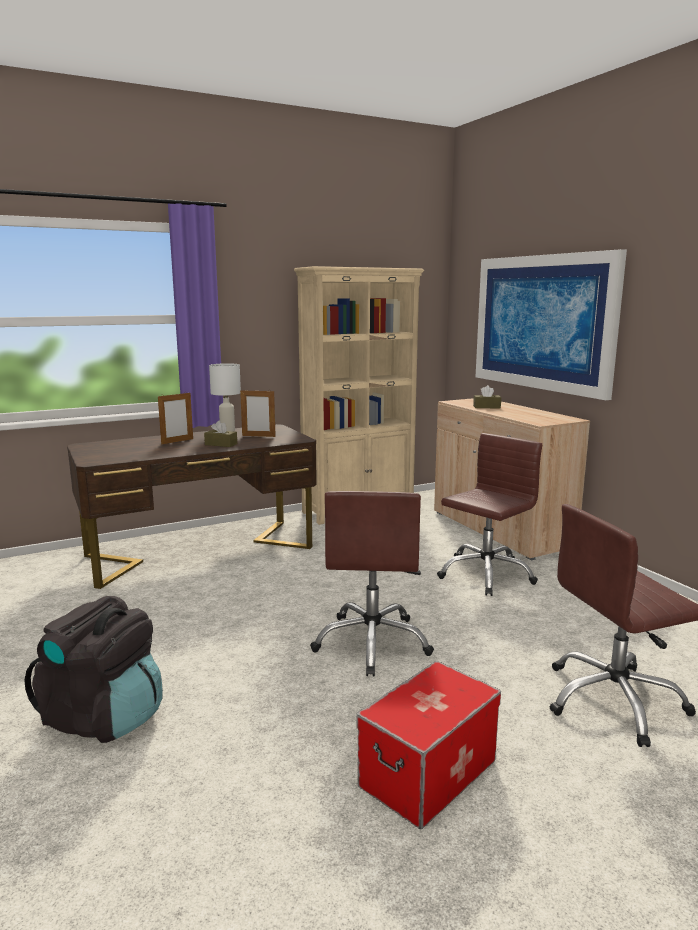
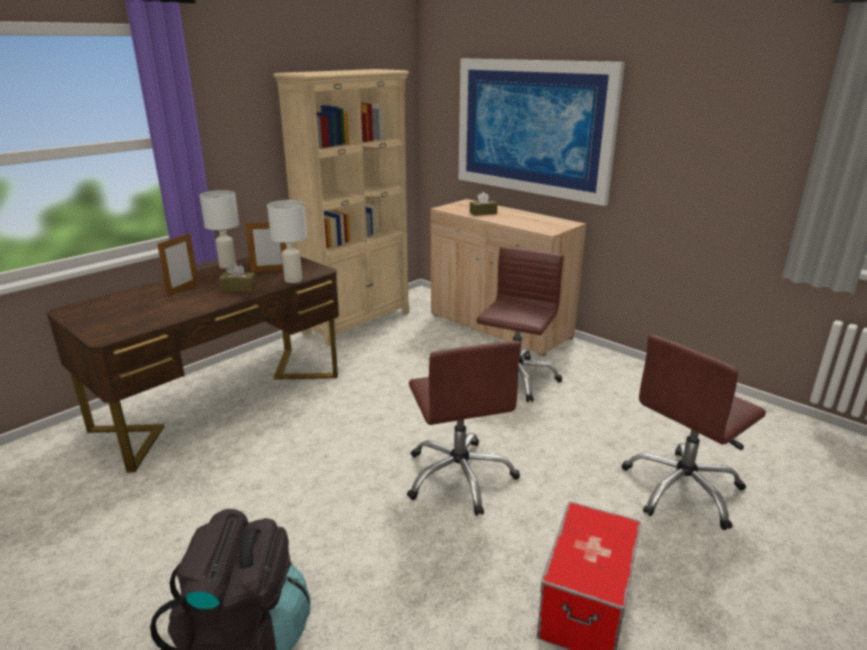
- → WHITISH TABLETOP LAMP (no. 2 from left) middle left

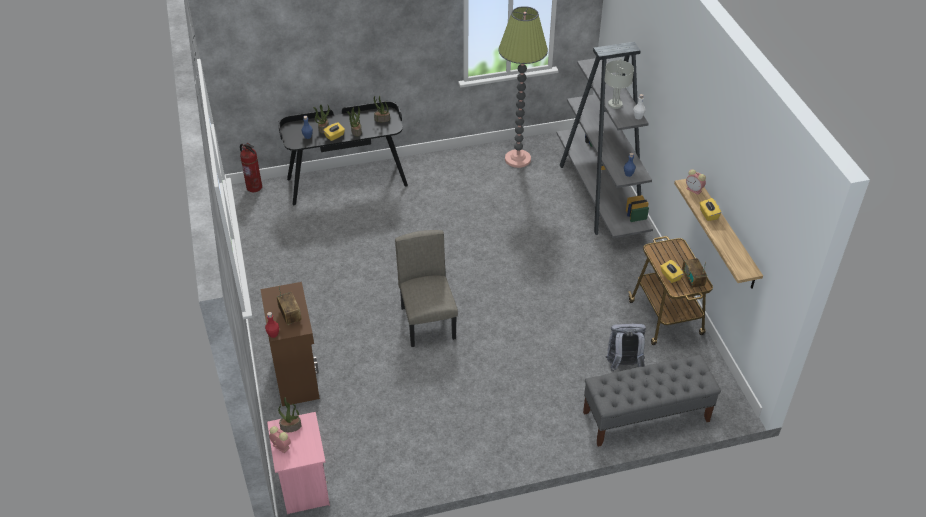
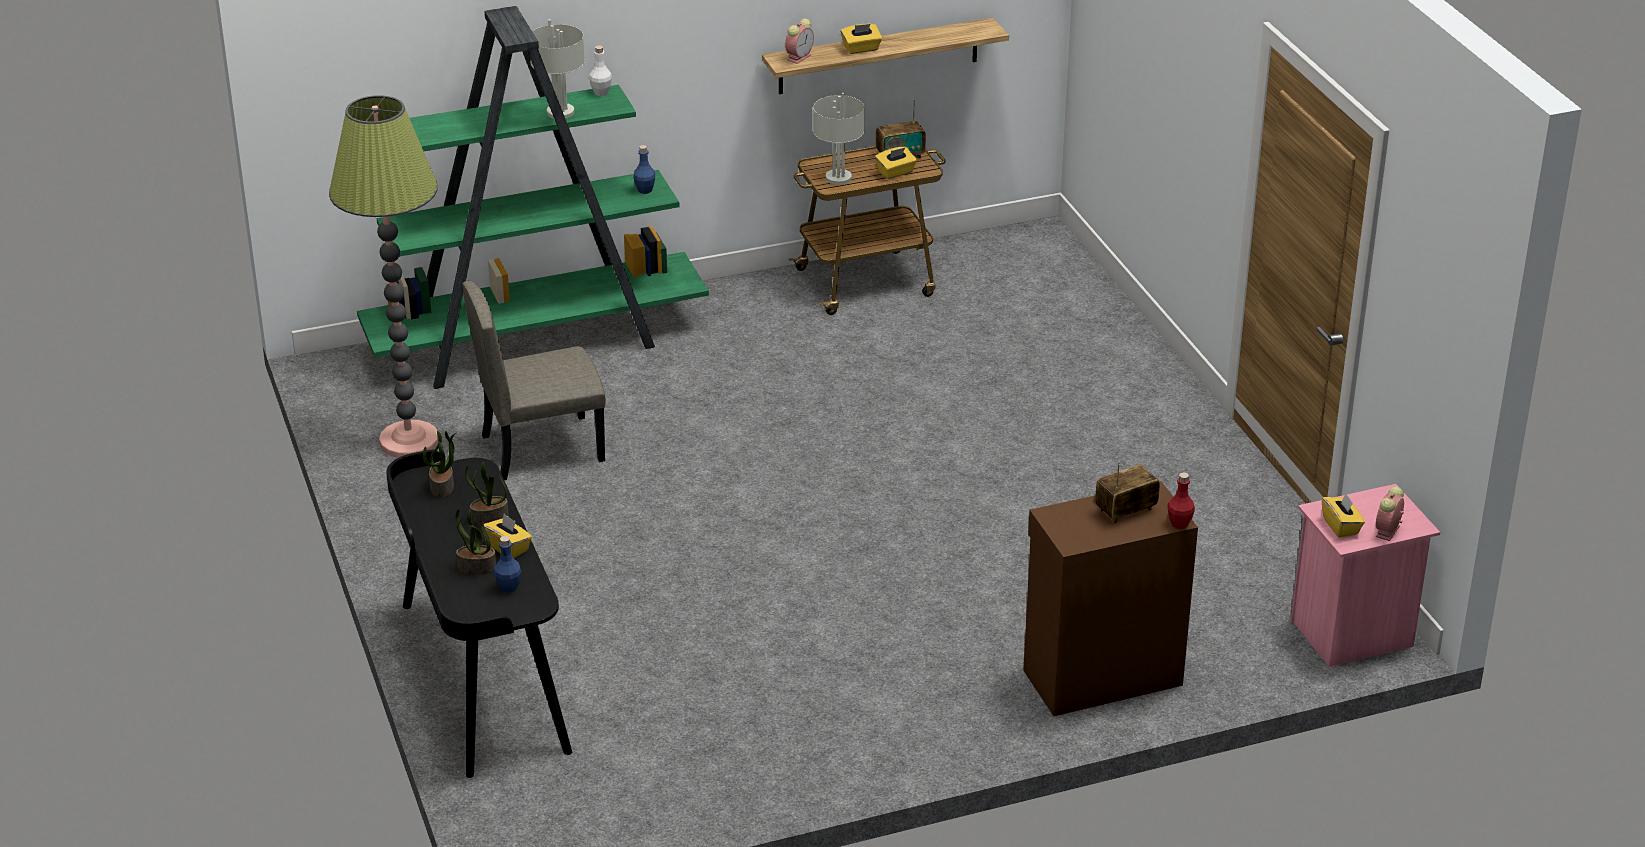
EXTINGUISHER top left → -
GRAY INDOOR BENCH bottom right → -
GRAY BACKPACK bottom right → -
- → GRAY TABLETOP LAMP (no. 2 from left) top centre
BEIGE-COLOURED CHAIR centre → BEIGE-COLOURED CHAIR middle left, relocated
PLANT IN A POT (no. 1 from left) bottom left → YELLOWISH TISSUE BOX (no. 4 from left) middle right
GRAY SHELVING UNIT top centre → GREENISH SHELVING UNIT top left

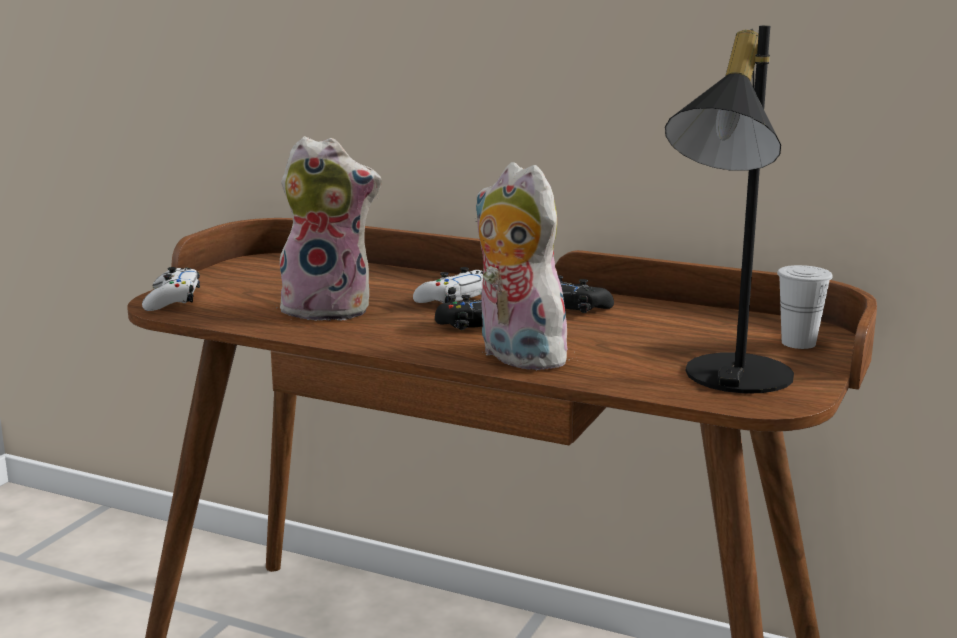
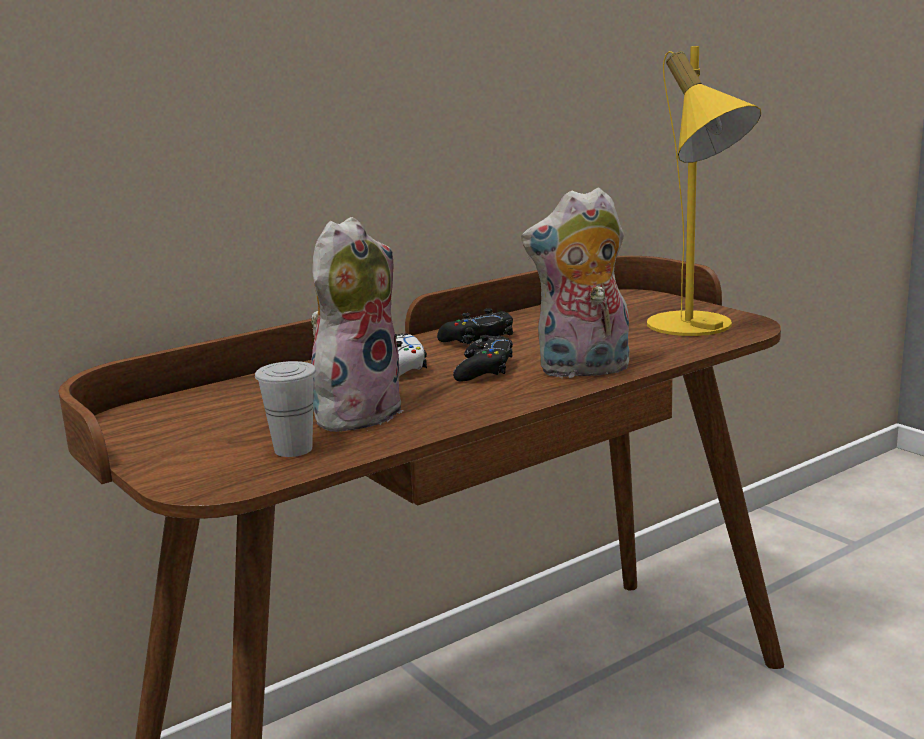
WHITISH JOYPAD (no. 1 from left) middle left → -
WHITISH DRINKING CUP middle right → WHITISH DRINKING CUP middle left, relocated
BLACKISH TABLETOP LAMP top right → YELLOWISH TABLETOP LAMP top right

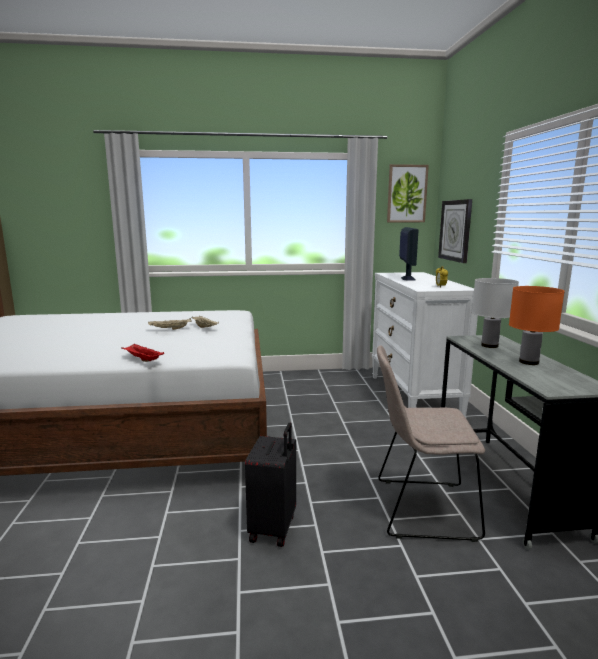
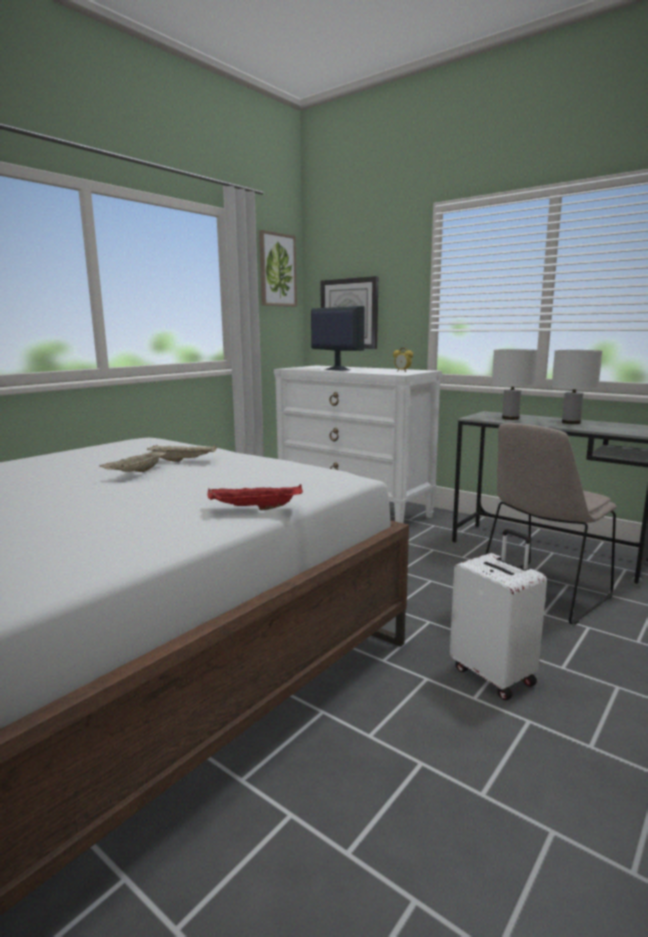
BLACKISH PIECE OF LUGGAGE bottom centre → WHITISH PIECE OF LUGGAGE middle right
ORANGE-COLOURED TABLETOP LAMP middle right → WHITISH TABLETOP LAMP (no. 2 from left) middle right

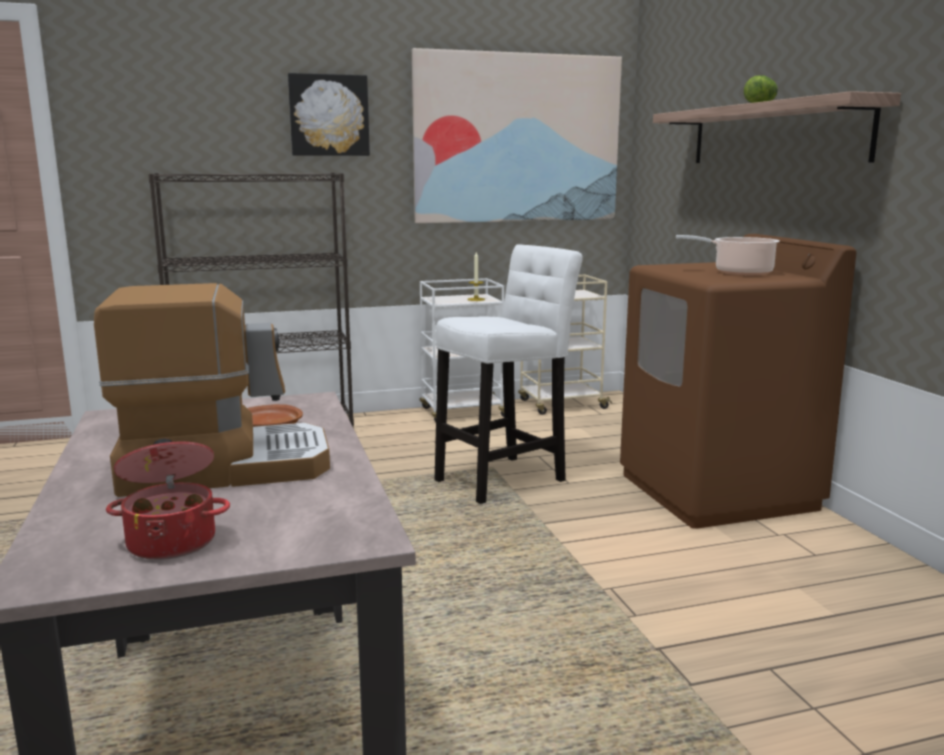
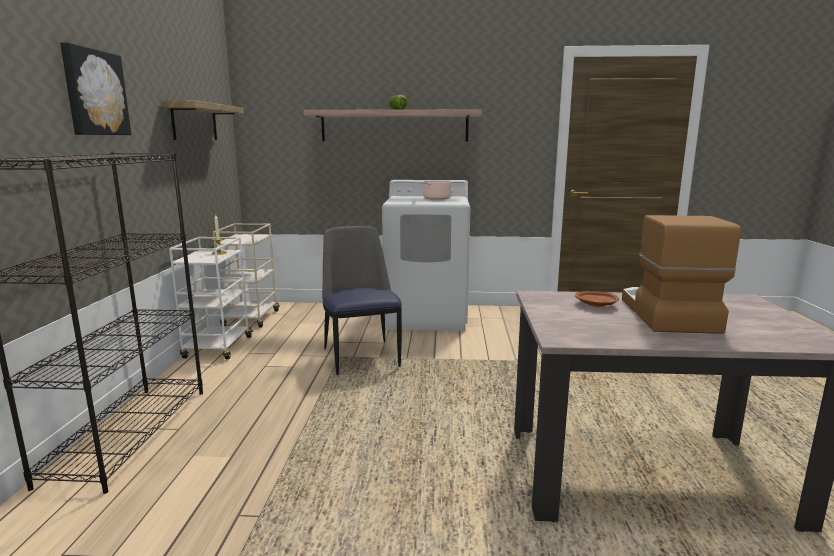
SAUCEPOT (no. 1 from left) middle left → -
PICTURE (no. 2 from left) top centre → BRACKET SHELF (no. 1 from left) top left
WHITISH SITTING STOOL centre → CHAIR centre
BROWNISH WASHING MACHINE middle right → WHITISH WASHING MACHINE centre

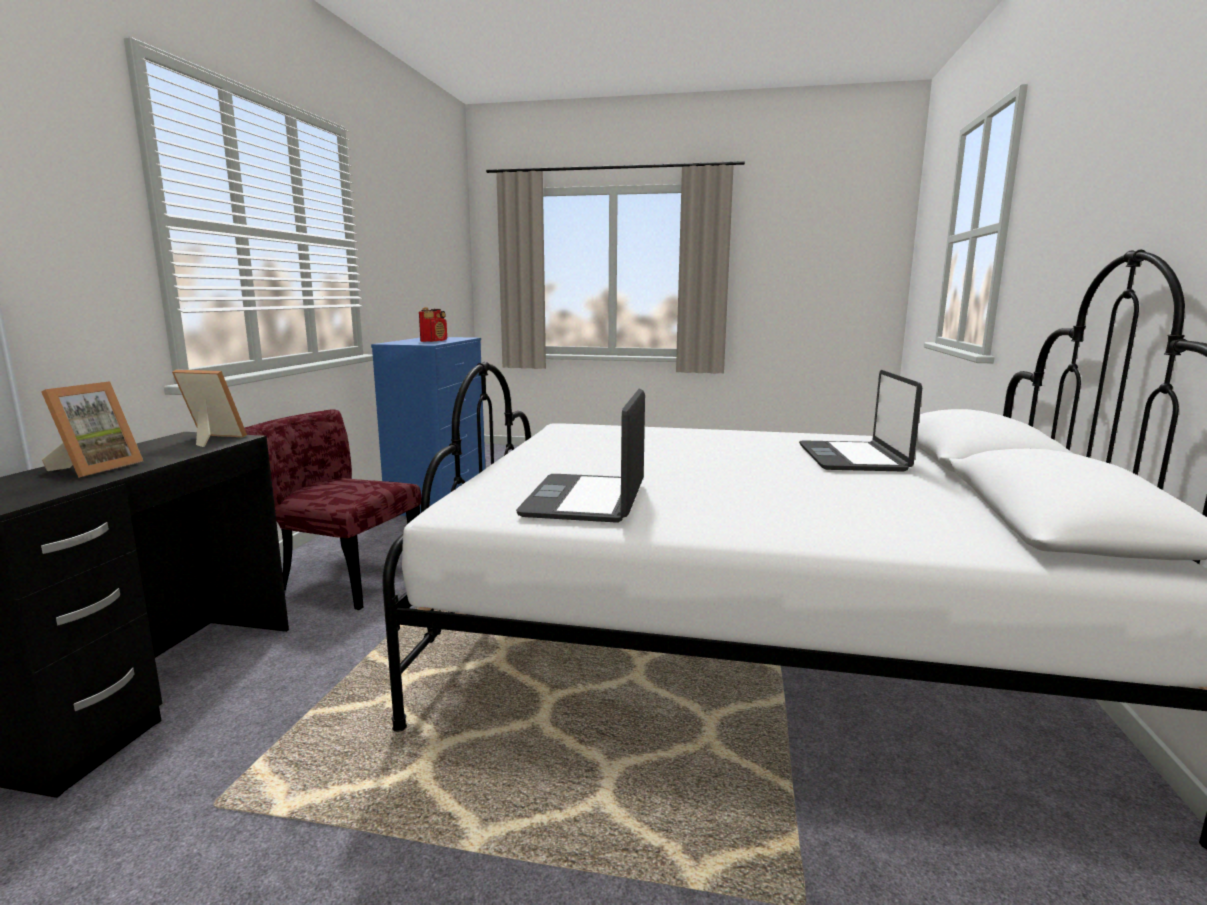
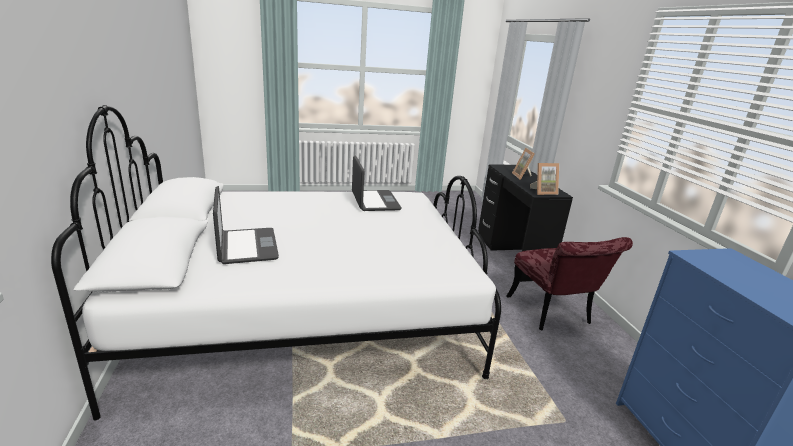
RADIO RECEIVER centre → -
RED CHAIR middle left → RED CHAIR middle right, 75 degrees clockwise

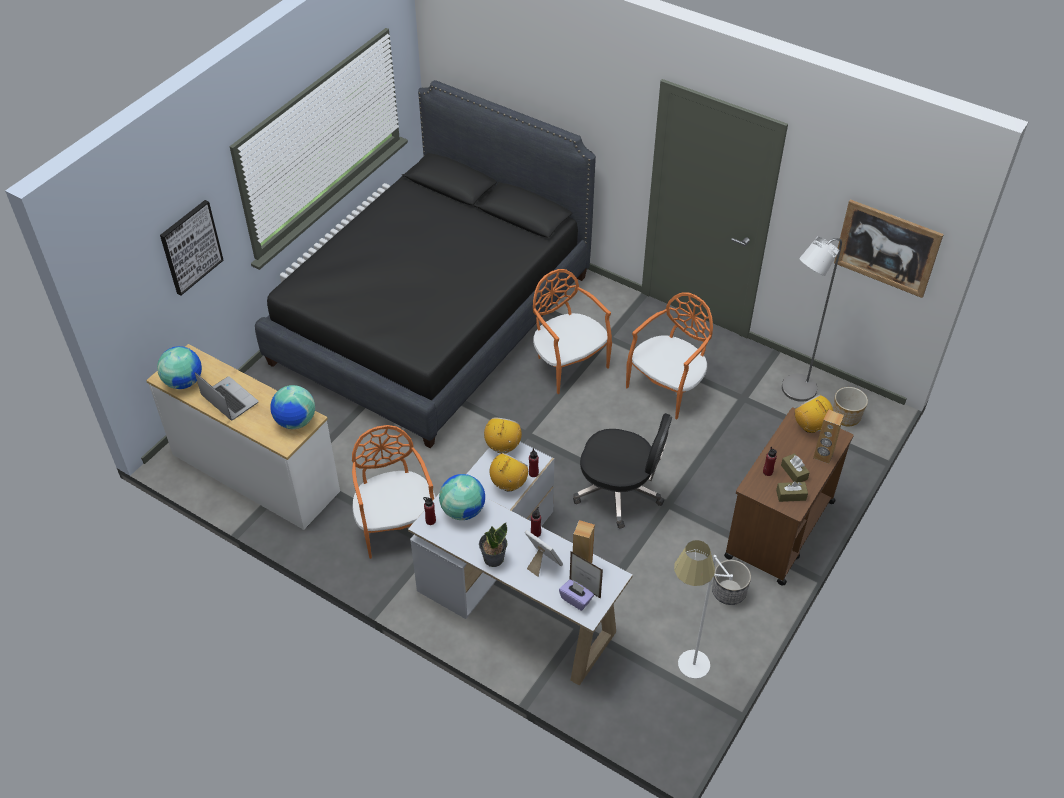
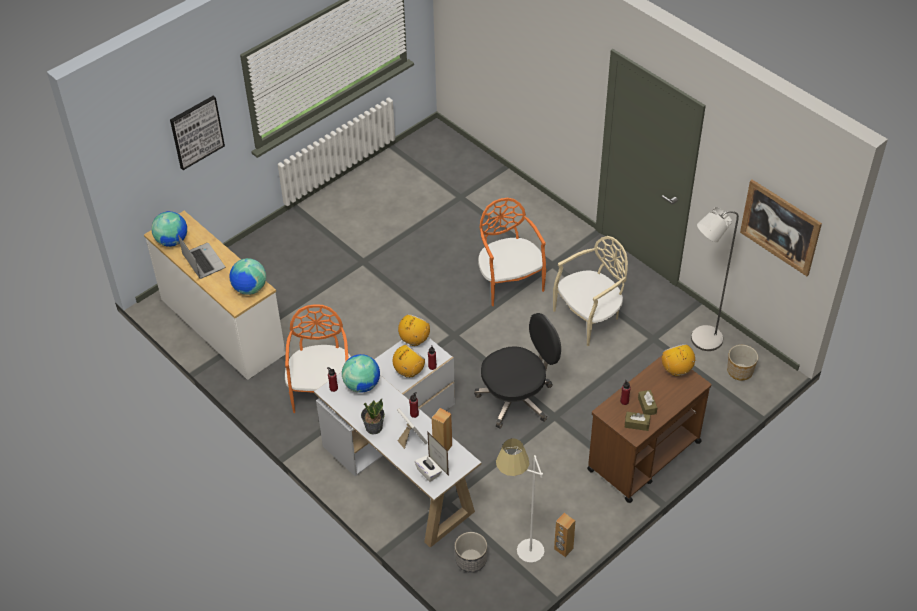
BLACKISH SLEEPING BED top centre → -
FLOWER POT (no. 1 from left) bottom right → FLOWER POT (no. 1 from left) bottom centre, relocated
BROWNISH SPEAKER (no. 2 from left) middle right → BROWNISH SPEAKER (no. 2 from left) bottom centre, relocated
PURPLE TISSUE BOX bottom centre → WHITISH TISSUE BOX bottom centre
ORANGE-COLOURED CHAIR (no. 3 from left) centre → BEIGE-COLOURED CHAIR centre
BLACKISH COMPUTER CHAIR centre, 60 degrees counterclockwise

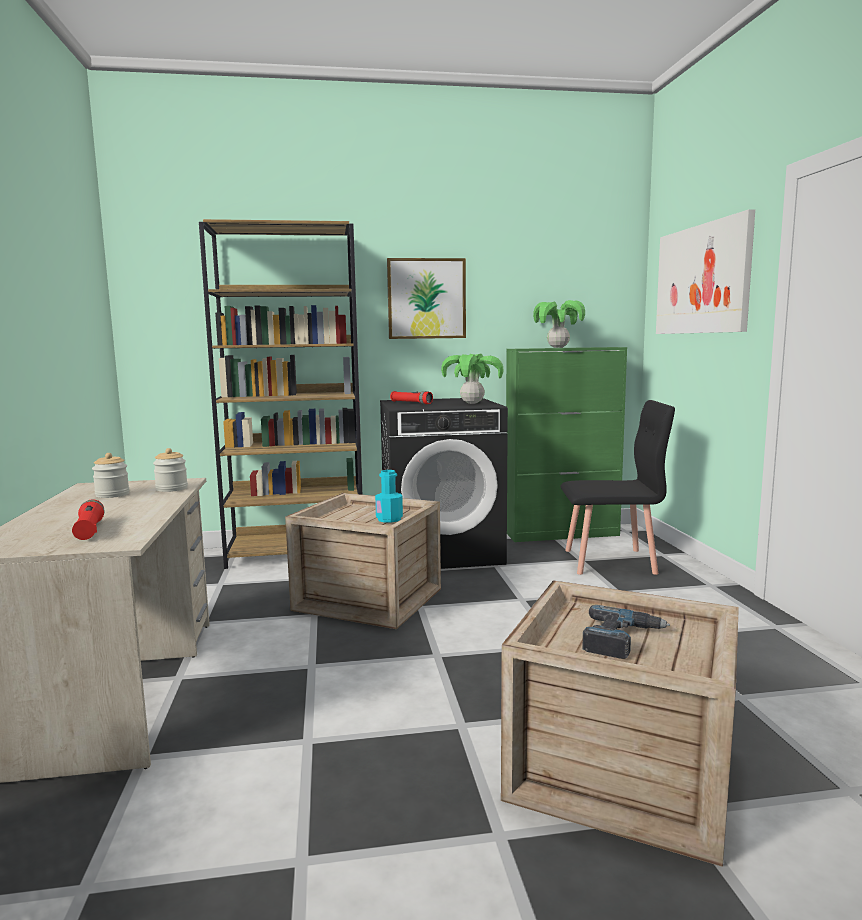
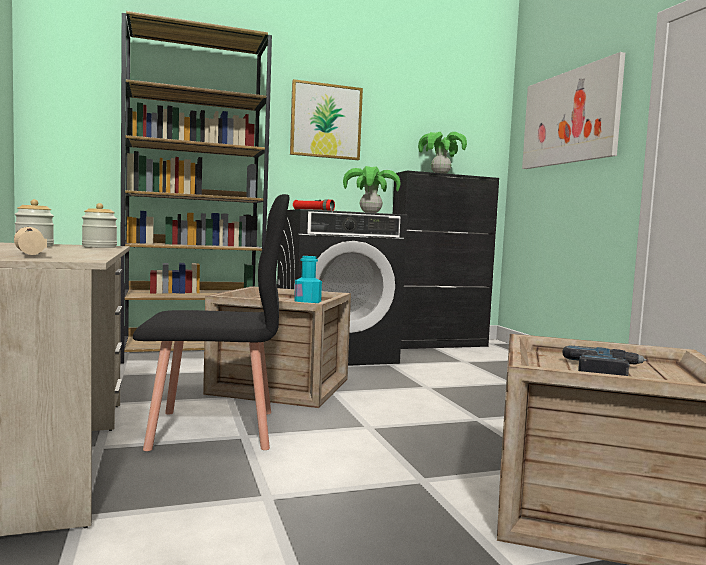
BLACKISH CHAIR middle right → BLACKISH CHAIR middle left, relocated
RED FLASHLIGHT (no. 1 from left) middle left → BEIGE-COLOURED FLASHLIGHT middle left
GREENISH CUPBOARD centre → BLACKISH CUPBOARD centre

